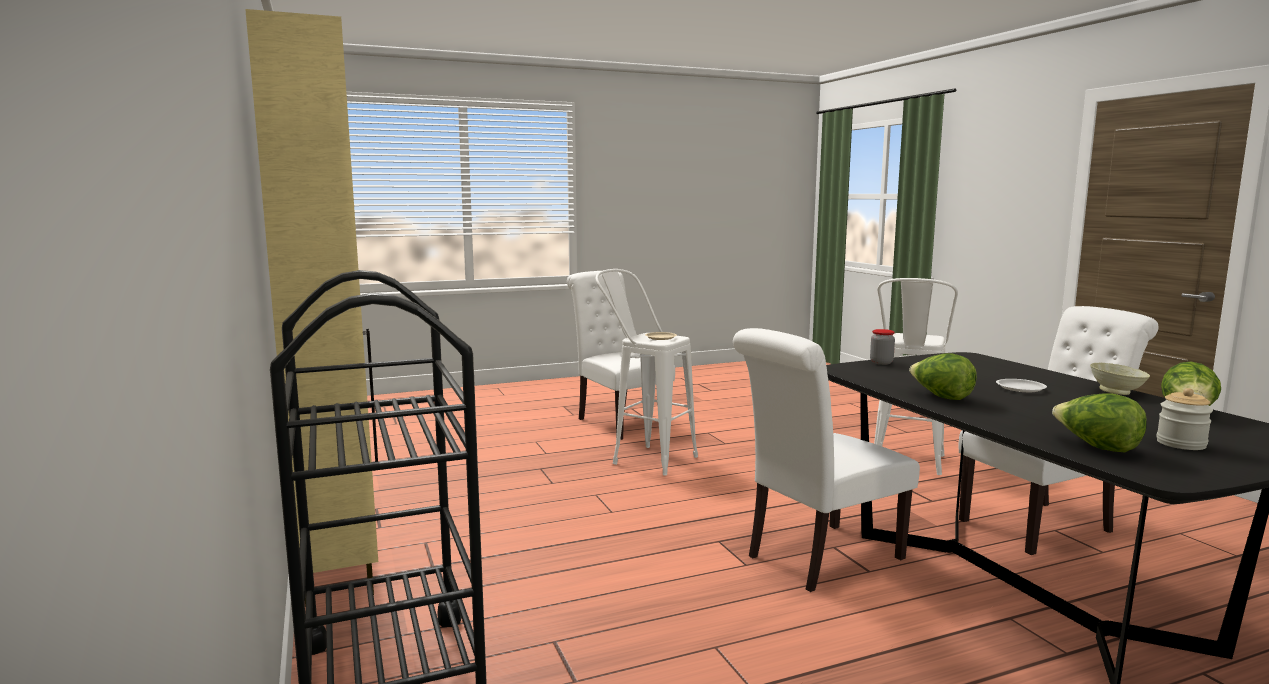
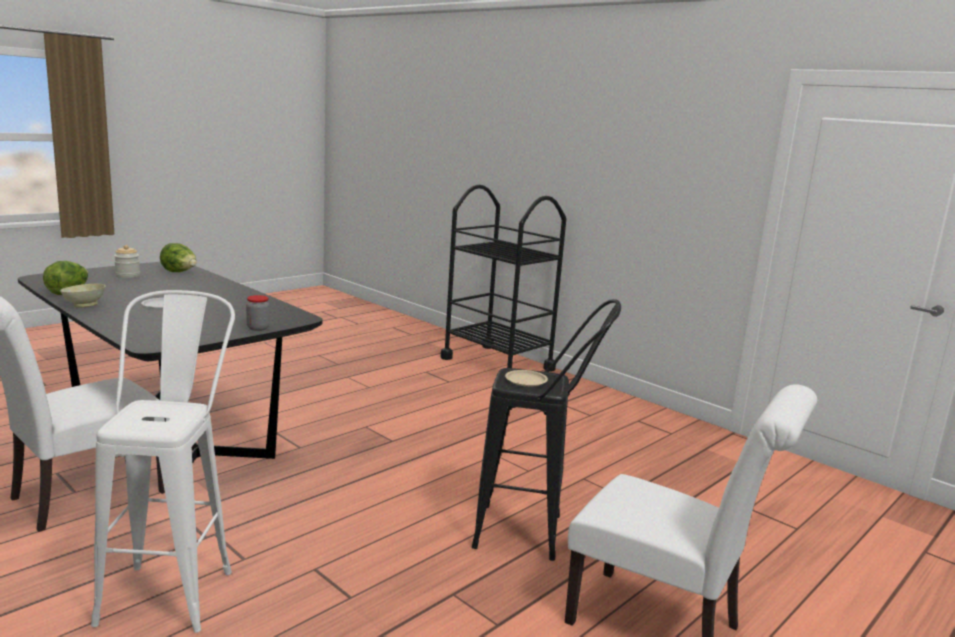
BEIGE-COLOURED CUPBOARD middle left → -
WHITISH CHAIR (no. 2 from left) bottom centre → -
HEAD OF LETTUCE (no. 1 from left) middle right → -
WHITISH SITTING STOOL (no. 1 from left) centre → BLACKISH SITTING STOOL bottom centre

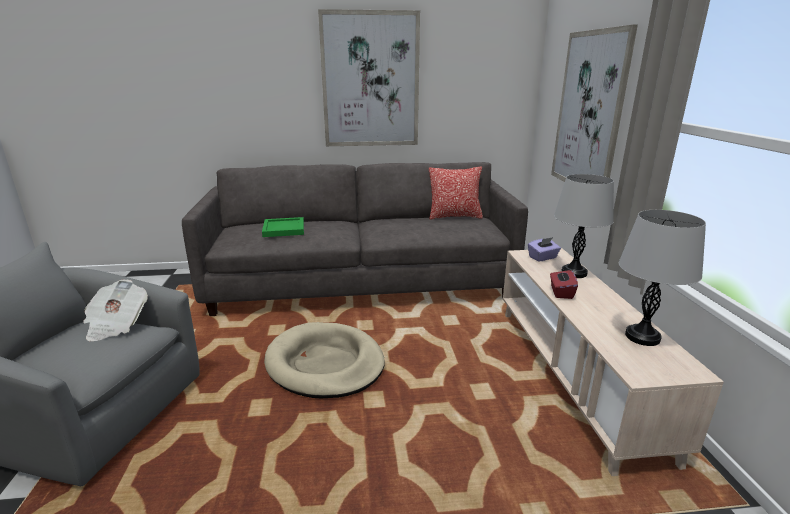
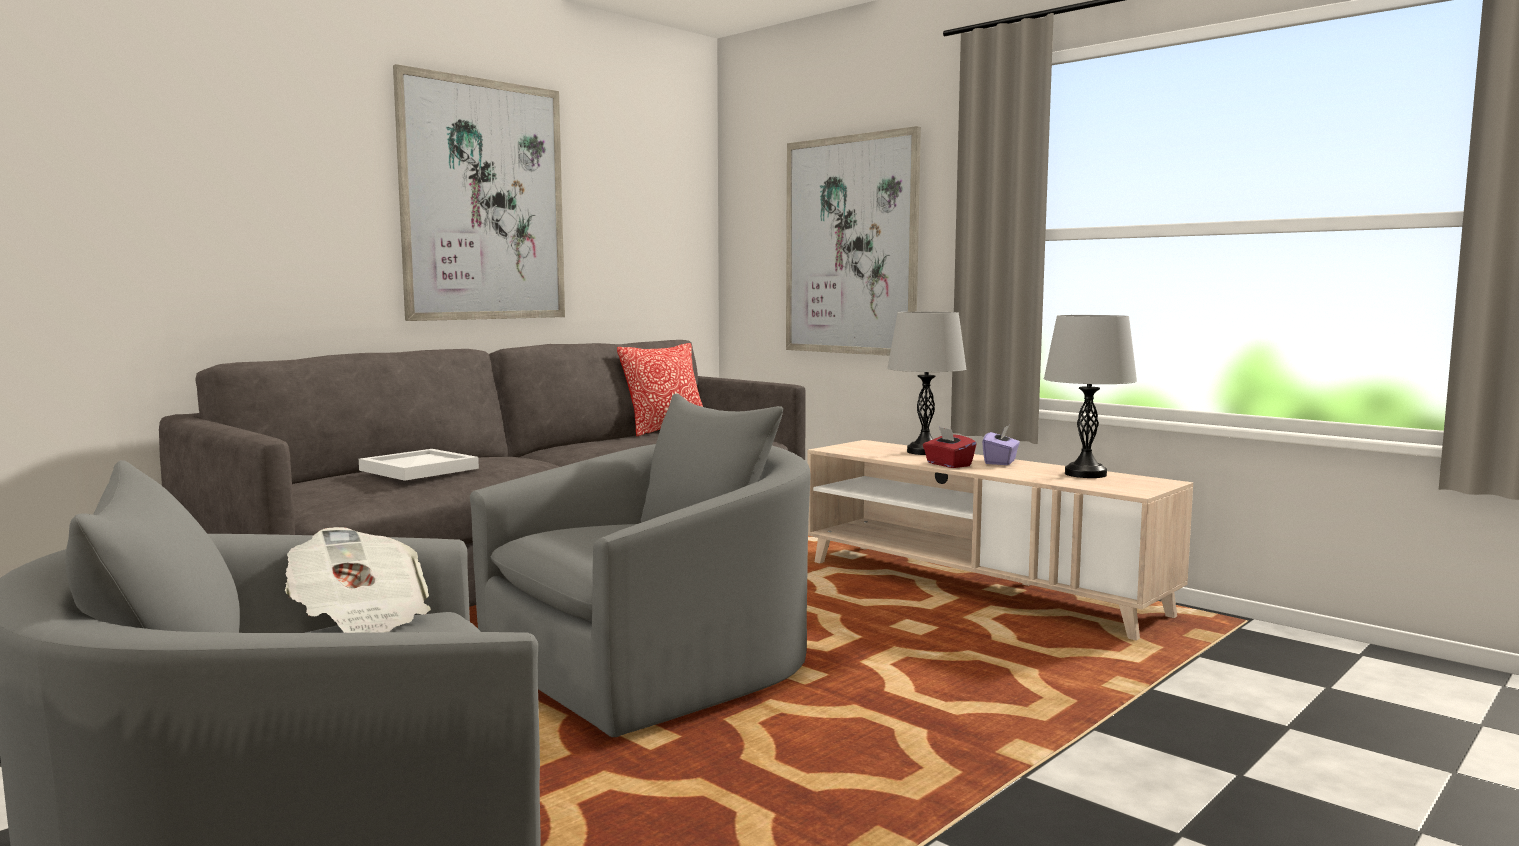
PURPLE TISSUE BOX middle right → PURPLE TISSUE BOX centre, relocated
BEIGE-COLOURED DOG BED bottom centre → GRAY LOUNGE CHAIR (no. 2 from left) bottom centre
GREENISH TRAY centre → WHITISH TRAY middle left

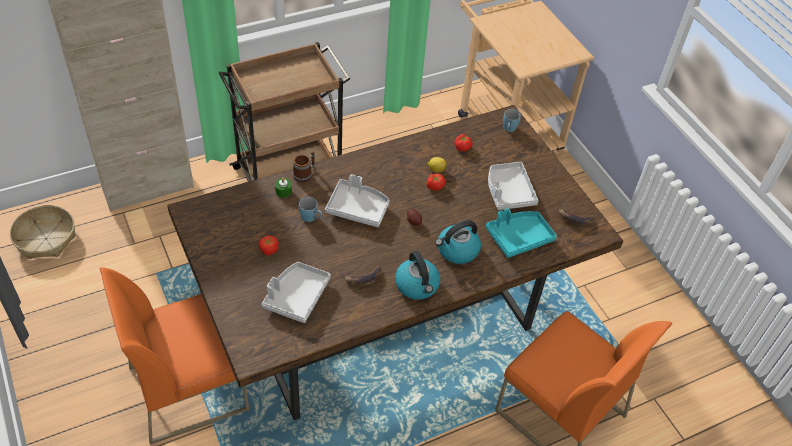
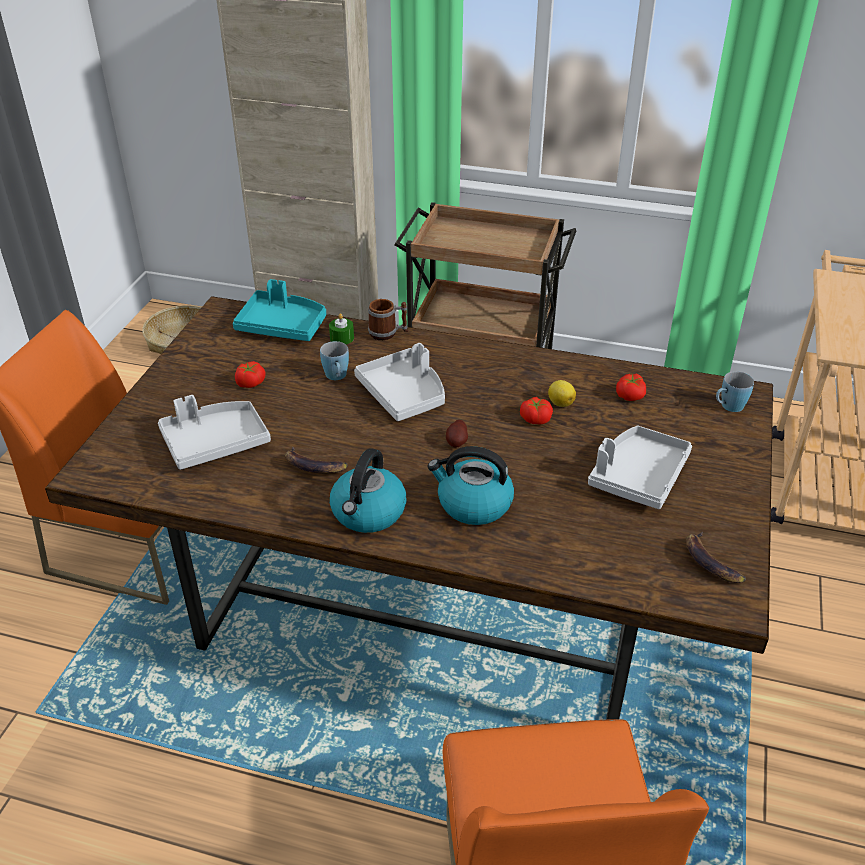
BLUE-GREEN TRAY centre → BLUE-GREEN TRAY middle left, relocated

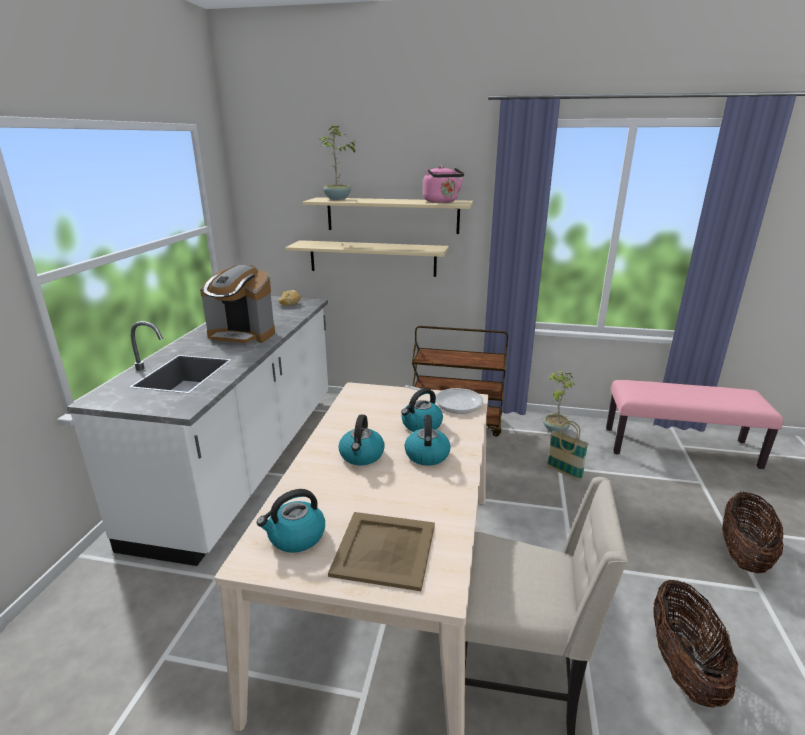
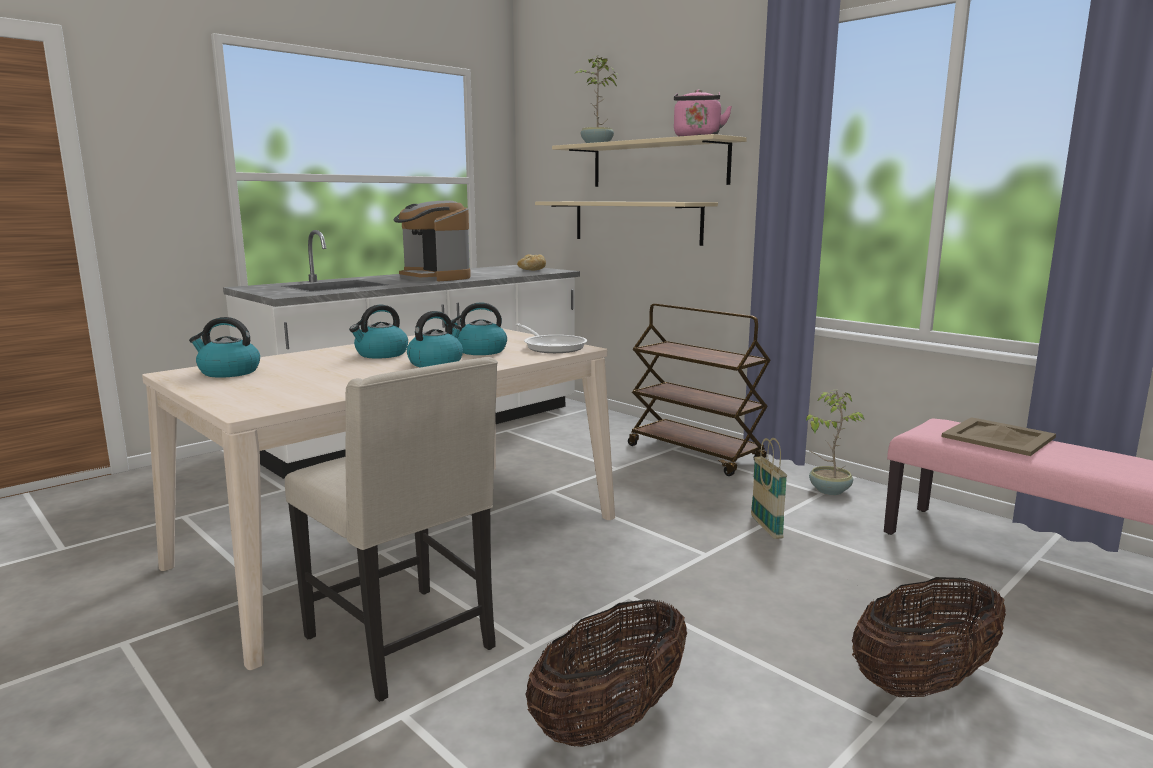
BEIGE-COLOURED TRAY bottom centre → BEIGE-COLOURED TRAY middle right, relocated

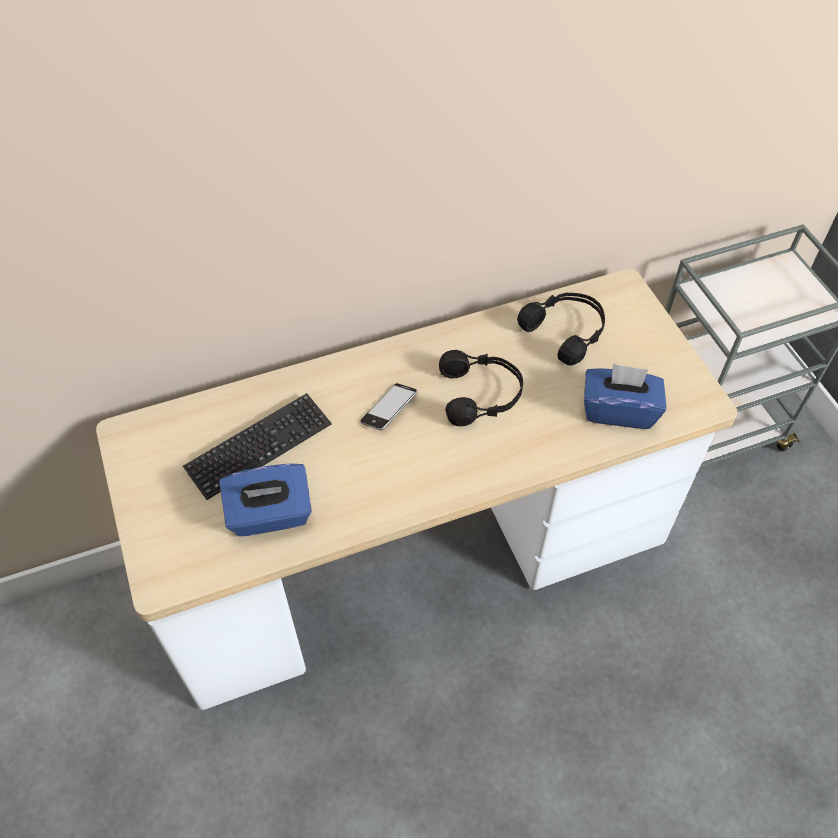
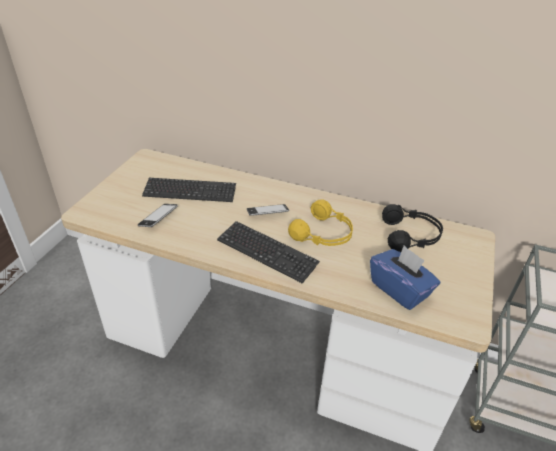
- → KEYBOARD (no. 2 from left) centre
BLUISH TISSUE BOX (no. 1 from left) middle left → HANDSET (no. 1 from left) middle left
BLACKISH HEADPHONES (no. 1 from left) centre → YELLOWISH HEADPHONES centre

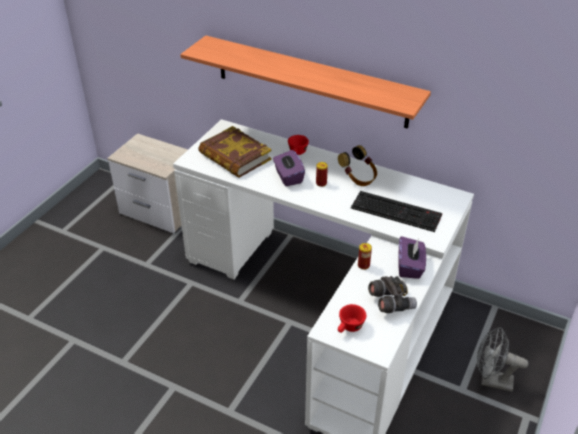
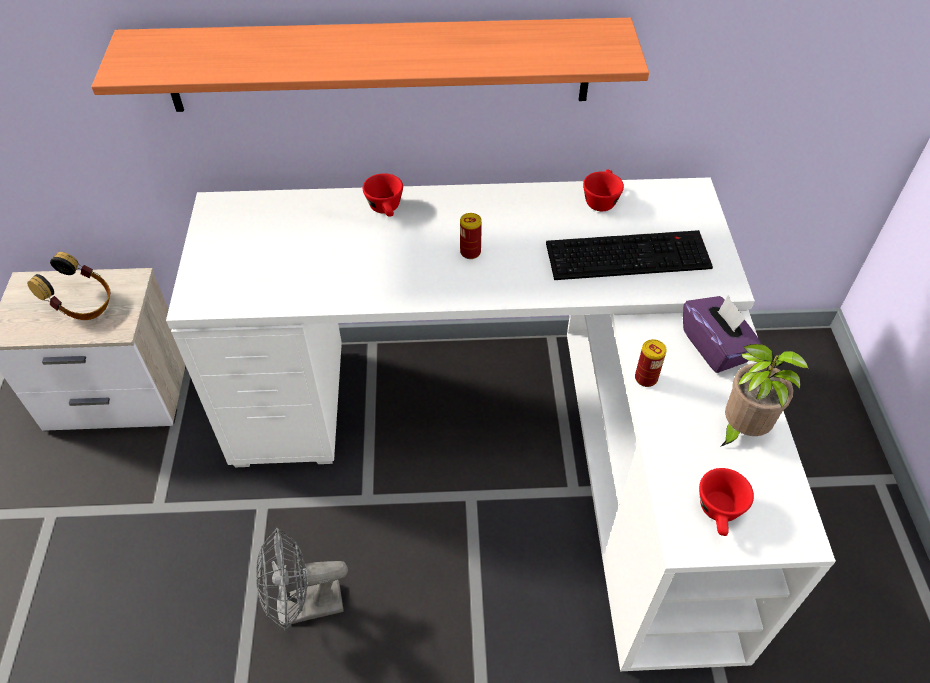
BOUND BOOK centre → -
PURPLE TISSUE BOX (no. 1 from left) centre → -
- → RED DRINKING CUP (no. 2 from left) top centre
HEADPHONES centre → HEADPHONES middle left, relocated
GRAY FAN bottom right → GRAY FAN bottom left, relocated
GRAY BINOCULARS bottom right → PLANT IN A POT middle right

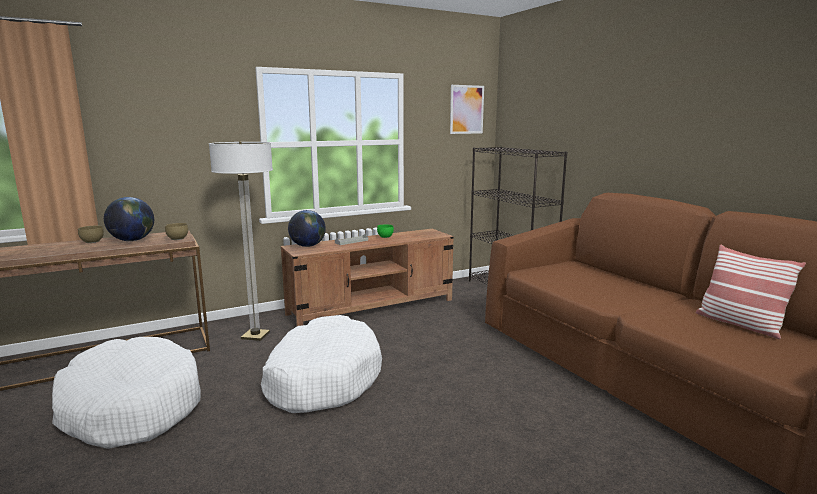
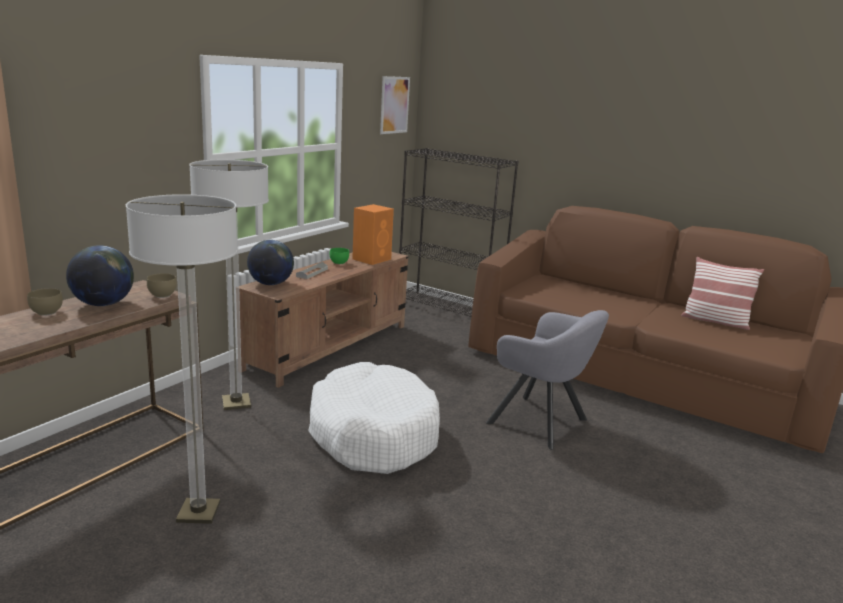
- → ORANGE-COLOURED SPEAKER centre
- → GRAY LOUNGE CHAIR centre
WHITISH DOG BED (no. 1 from left) bottom left → STANDARD LAMP (no. 1 from left) middle left

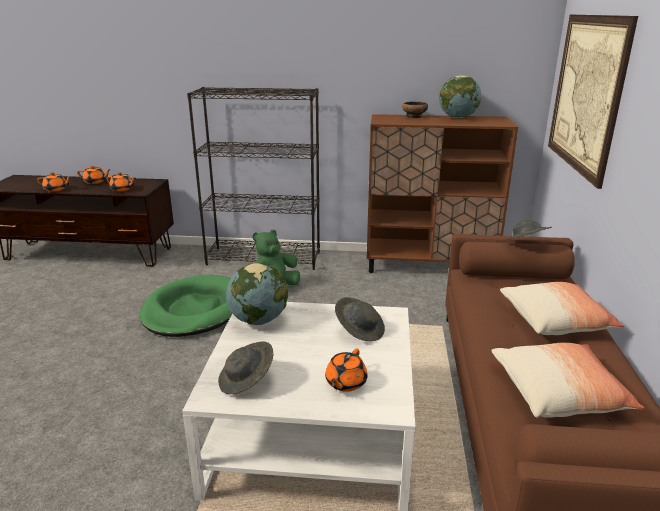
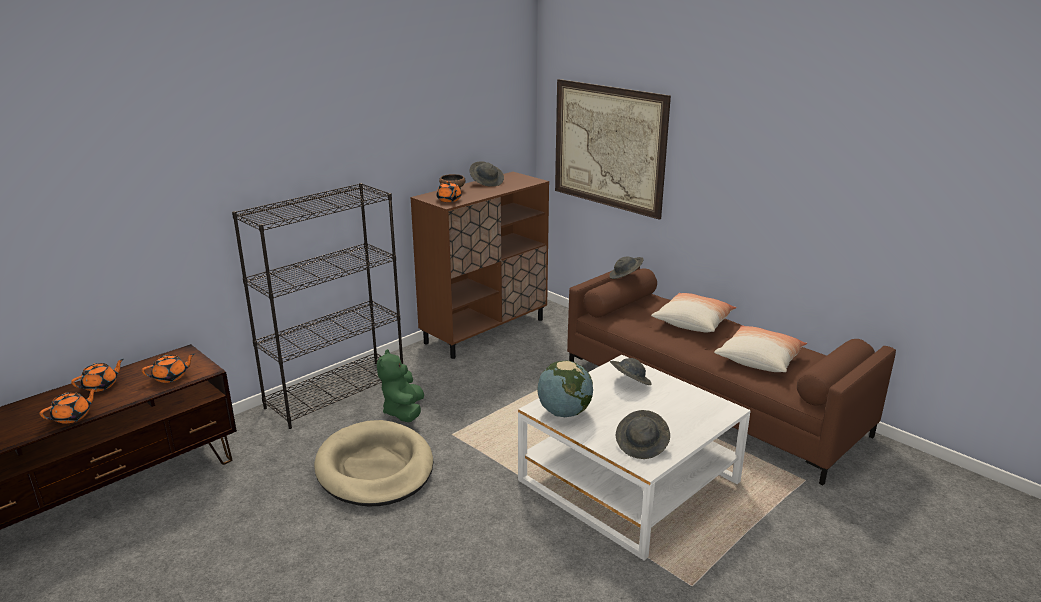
ORANGE-COLOURED TEAPOT (no. 4 from left) bottom centre → ORANGE-COLOURED TEAPOT (no. 4 from left) top centre, relocated
DESK GLOBE (no. 2 from left) top right → GRAY CLOTHING HAT (no. 1 from left) top centre
GREENISH DOG BED middle left → BEIGE-COLOURED DOG BED bottom centre

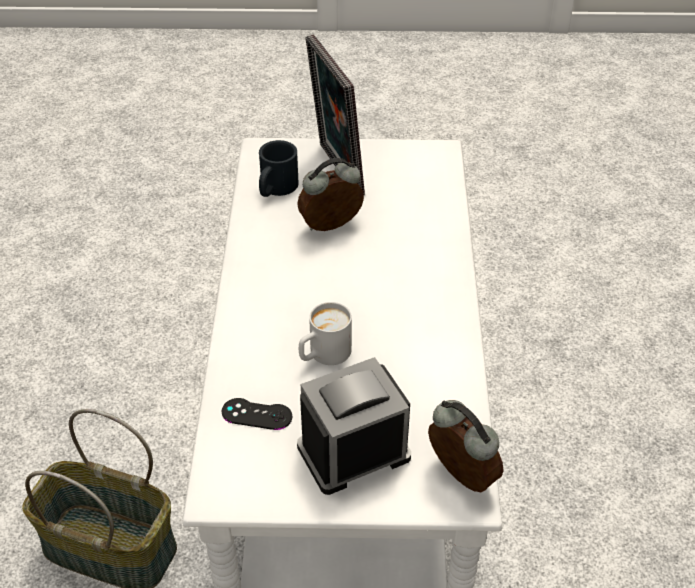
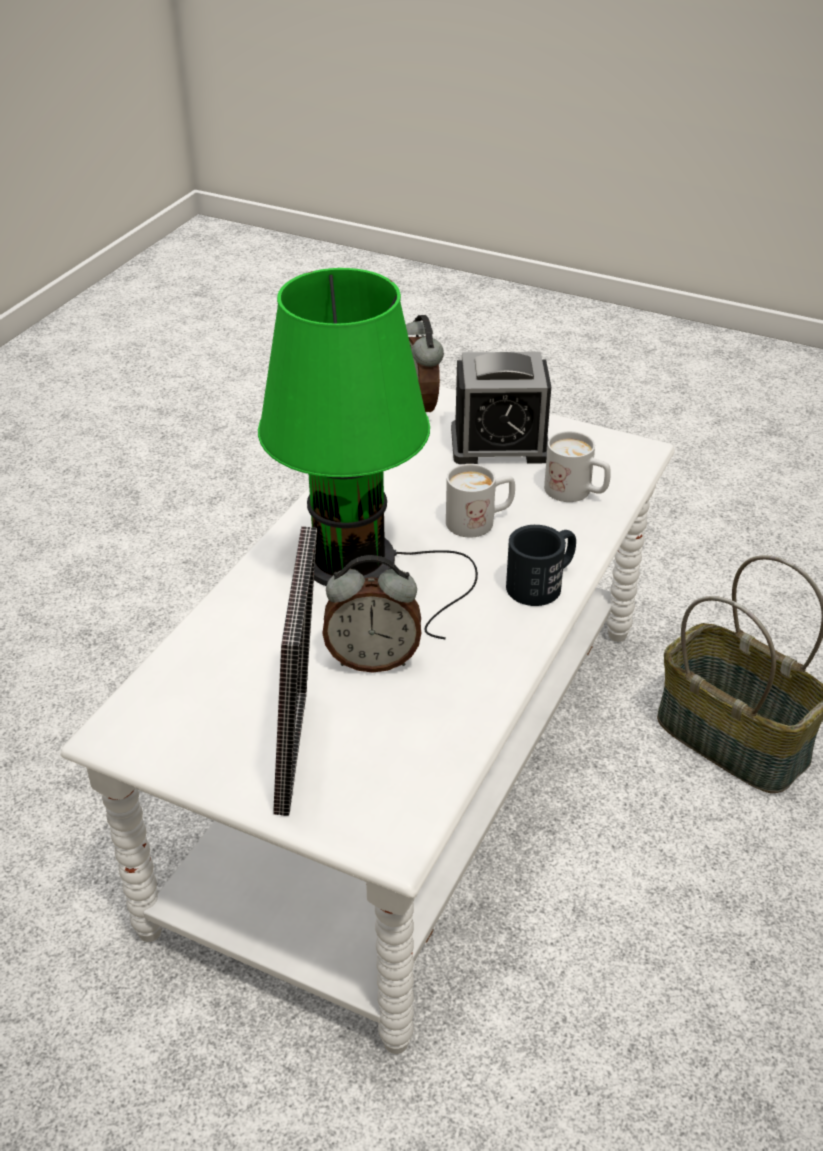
- → GREENISH TABLETOP LAMP centre
BLACKISH MUG top centre → BLACKISH MUG centre, relocated
BLACKISH JOYPAD bottom centre → WHITISH MUG (no. 2 from left) middle right

